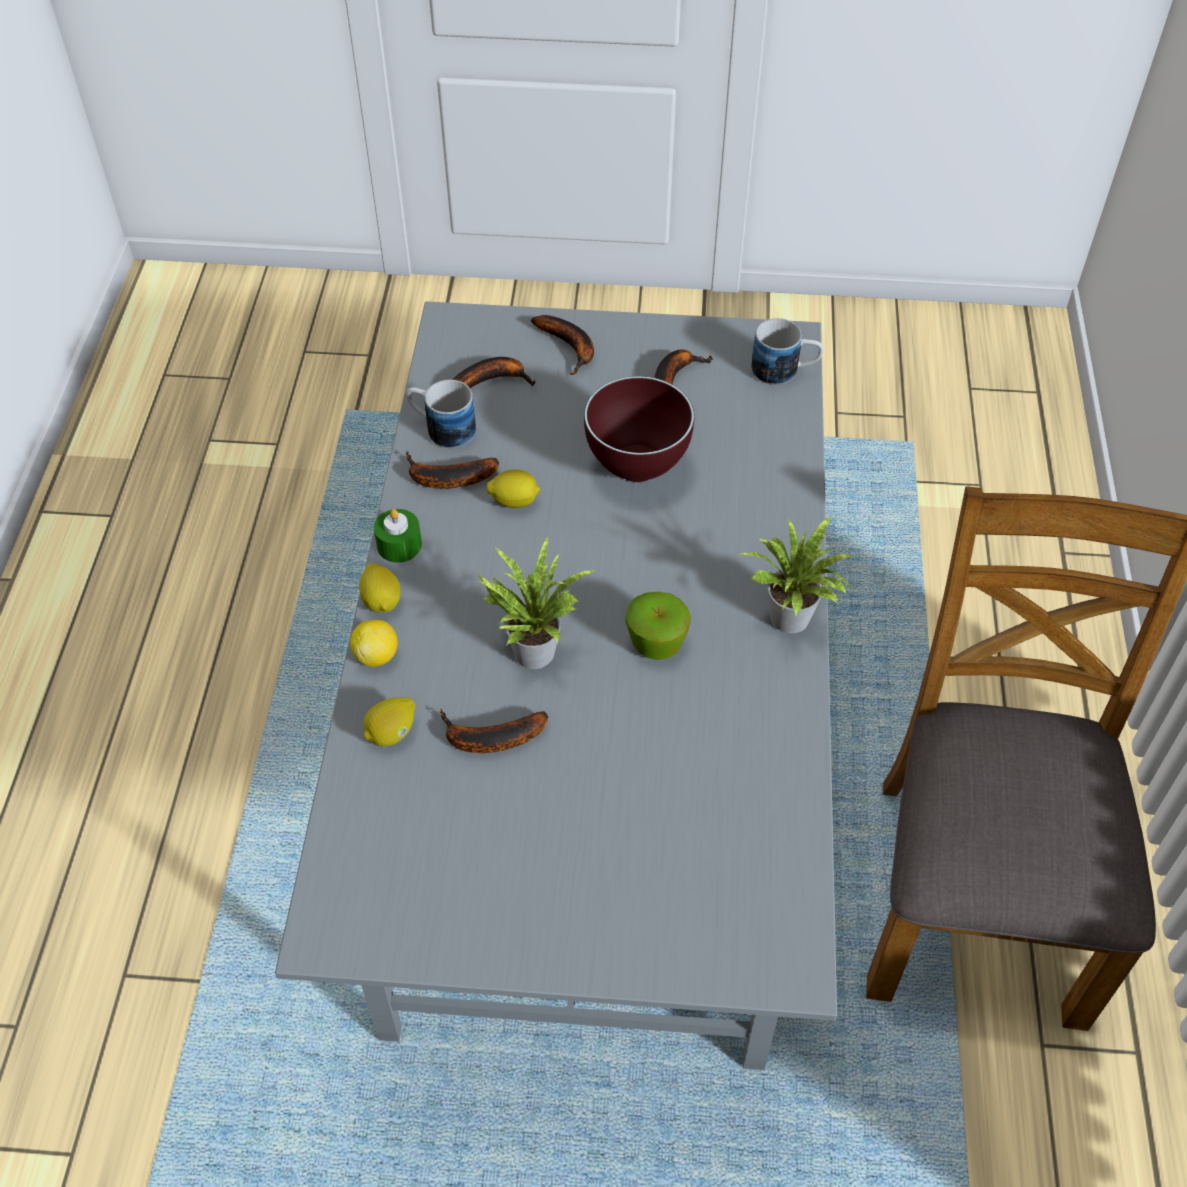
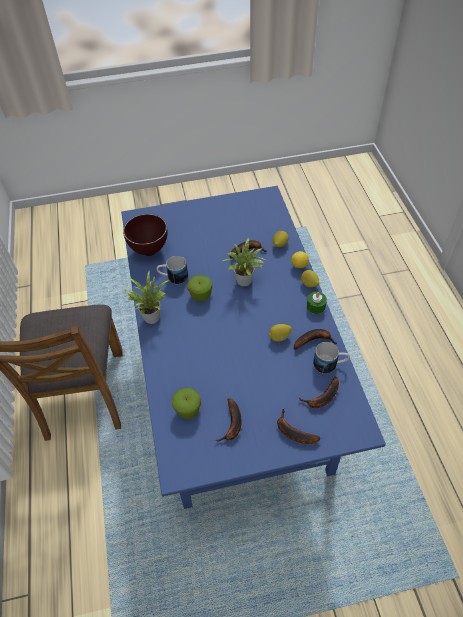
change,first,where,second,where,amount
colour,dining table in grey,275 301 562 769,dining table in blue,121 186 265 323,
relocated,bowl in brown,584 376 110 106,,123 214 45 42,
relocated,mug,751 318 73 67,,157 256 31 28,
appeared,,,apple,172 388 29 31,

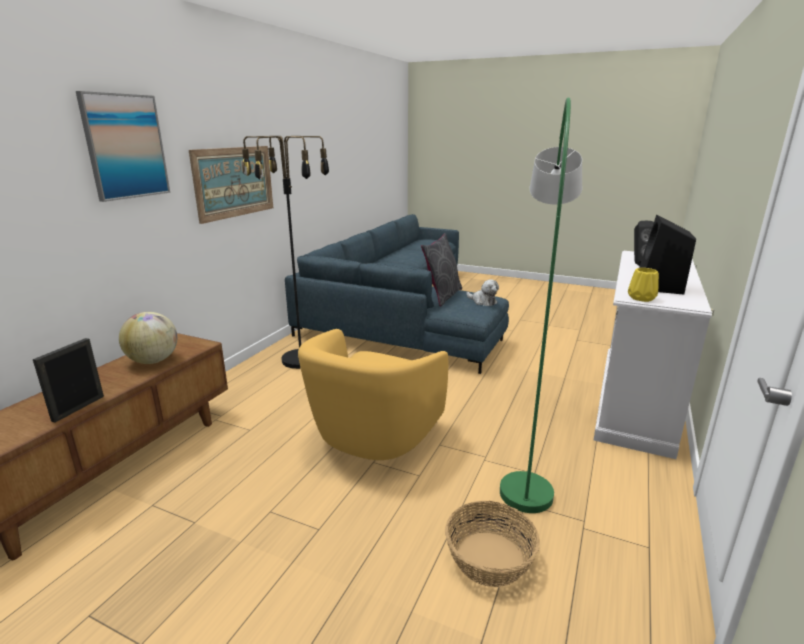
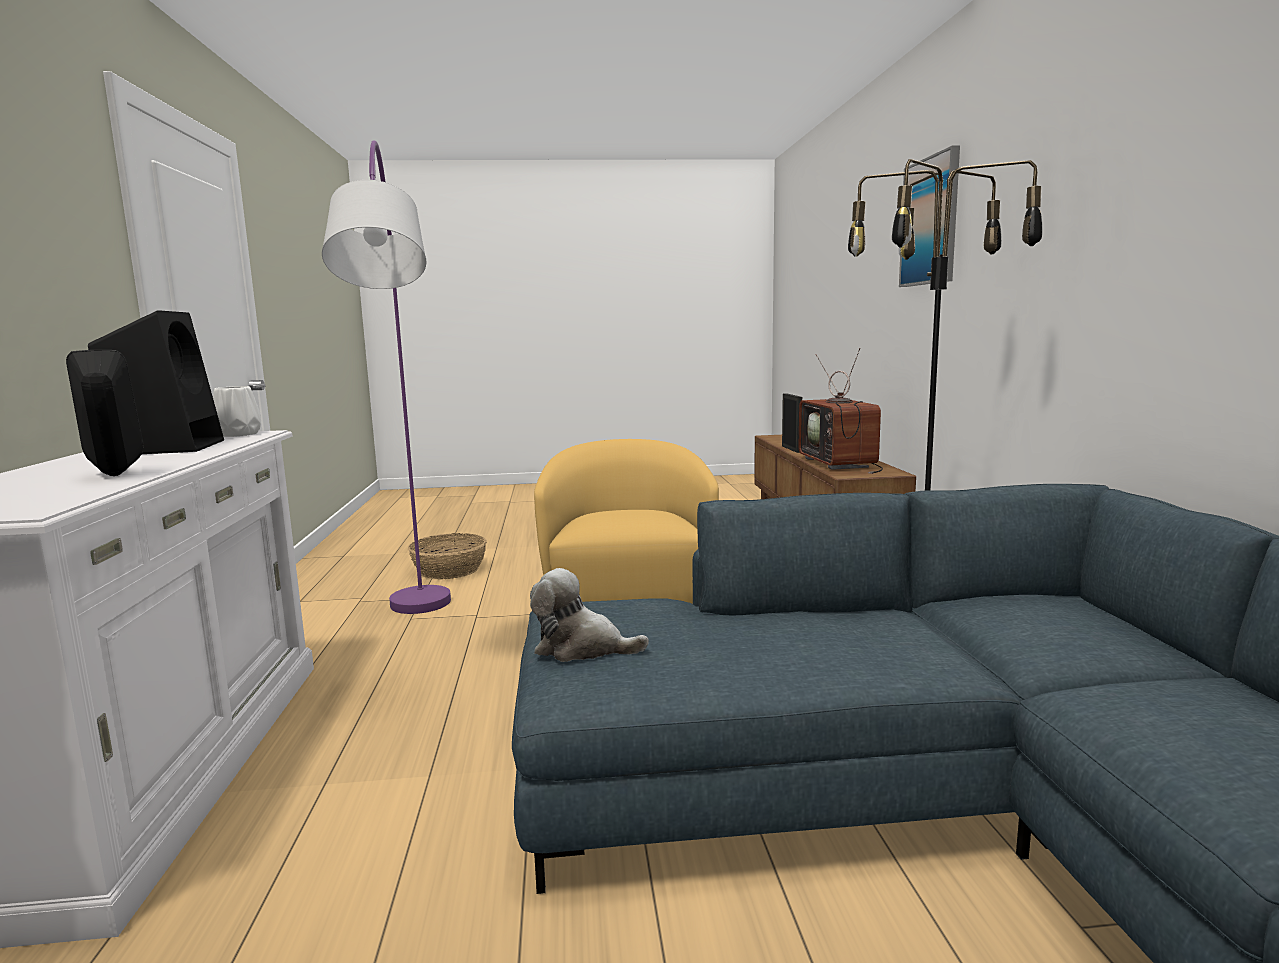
change,first,where,second,where,amount
exchanged,globe,119 312 58 52,television,798 348 85 126,
missing,picture,189 146 84 78,,,
missing,pillow in grey,421 233 41 74,,,
colour,floor lamp in green,500 97 82 416,floor lamp in purple,322 140 129 474,
colour,vase in yellow,628 268 31 34,vase in white,213 386 48 51,

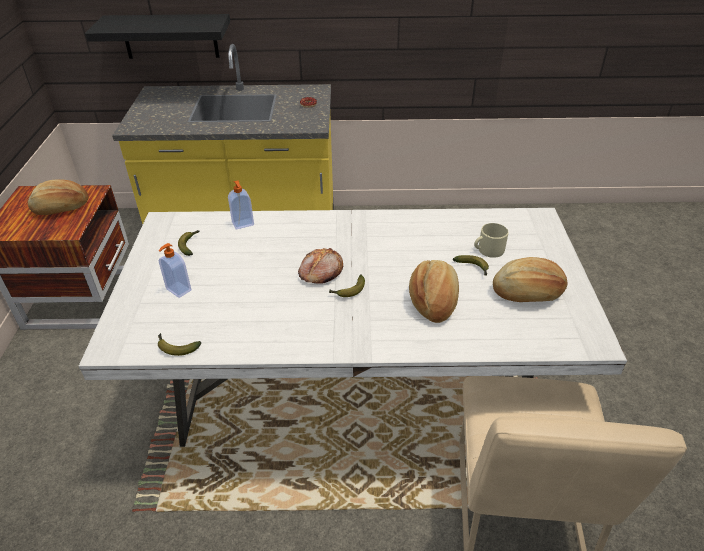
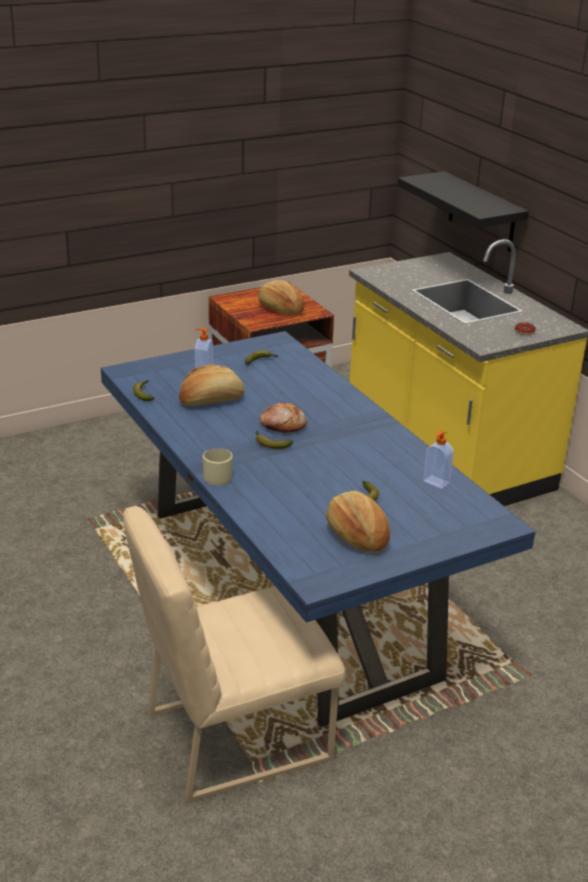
change,first,where,second,where,amount
colour,dining table in white,79 208 548 239,dining table in blue,101 331 435 396,
relocated,soap dispenser,228 180 26 49,,423 431 31 58,
relocated,bread,409 260 50 63,,179 364 65 42,
relocated,mug in beige,474 223 34 35,,202 448 31 38,

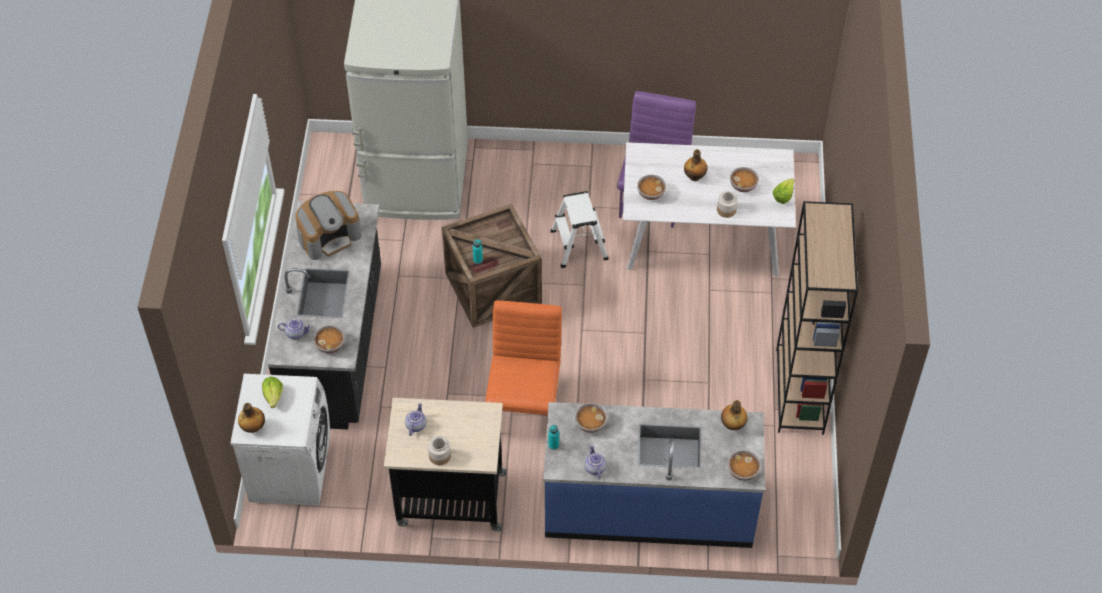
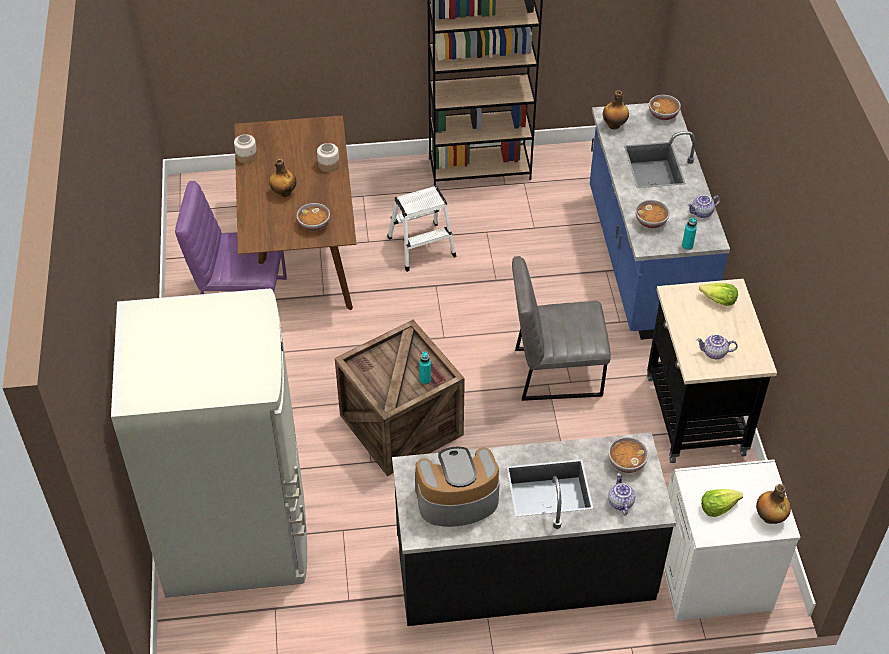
change,first,where,second,where,amount
spun,coffee machine,295 191 67 69,,415 447 85 80,60 degrees counterclockwise
relocated,jar,428 436 23 29,,234 134 23 29,
colour,chair in orange,485 301 77 117,chair in grey,512 256 99 145,
relocated,step ladder in white,550 191 59 77,,387 185 69 87,
colour,dining table in white,623 142 173 135,dining table in brown,234 115 123 195,
missing,bowl,730 167 29 25,,,
relocated,lettuce,773 178 22 26,,699 283 39 23,

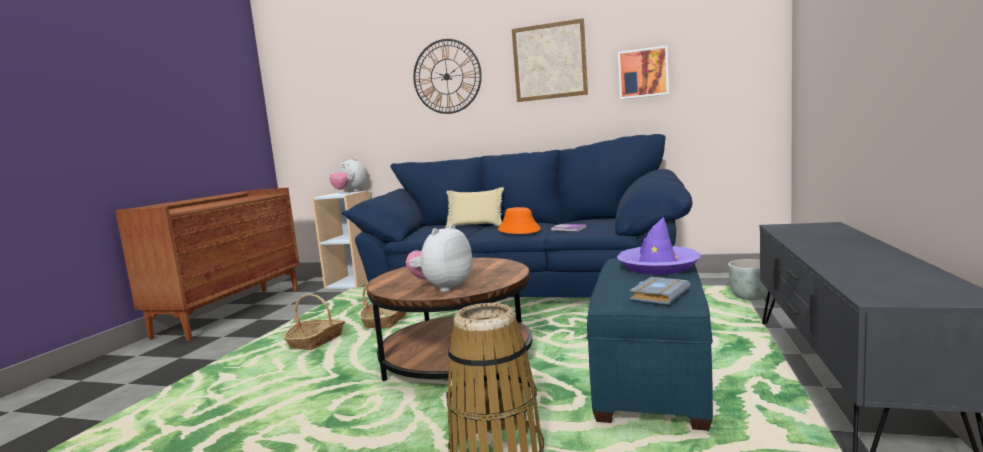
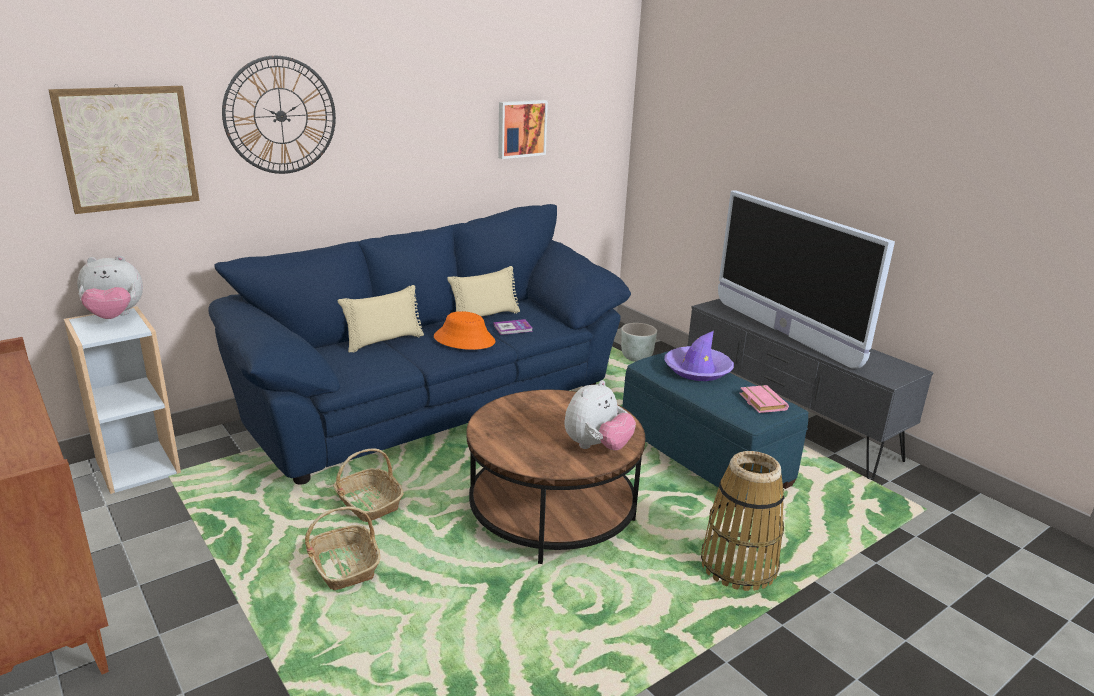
change,first,where,second,where,amount
spun,plush toy,405 224 68 68,,565 380 71 71,120 degrees counterclockwise
relocated,picture,512 18 76 84,,48 84 151 130,
colour,book in grey,629 277 61 28,book in pink,739 385 50 28,
appeared,,,pillow in beige,447 266 73 51,
appeared,,,television,718 190 177 179,

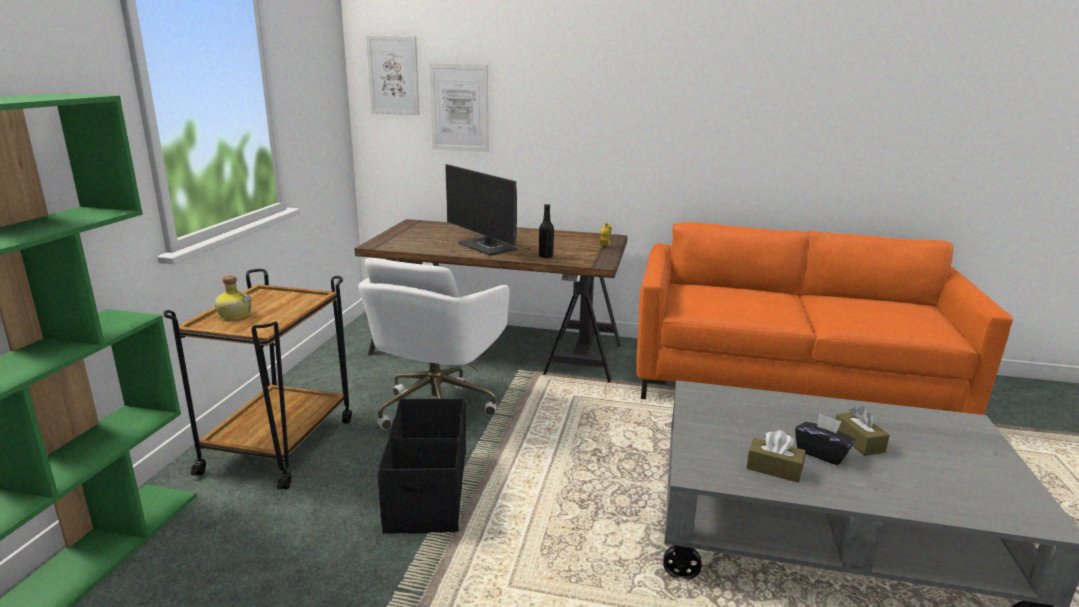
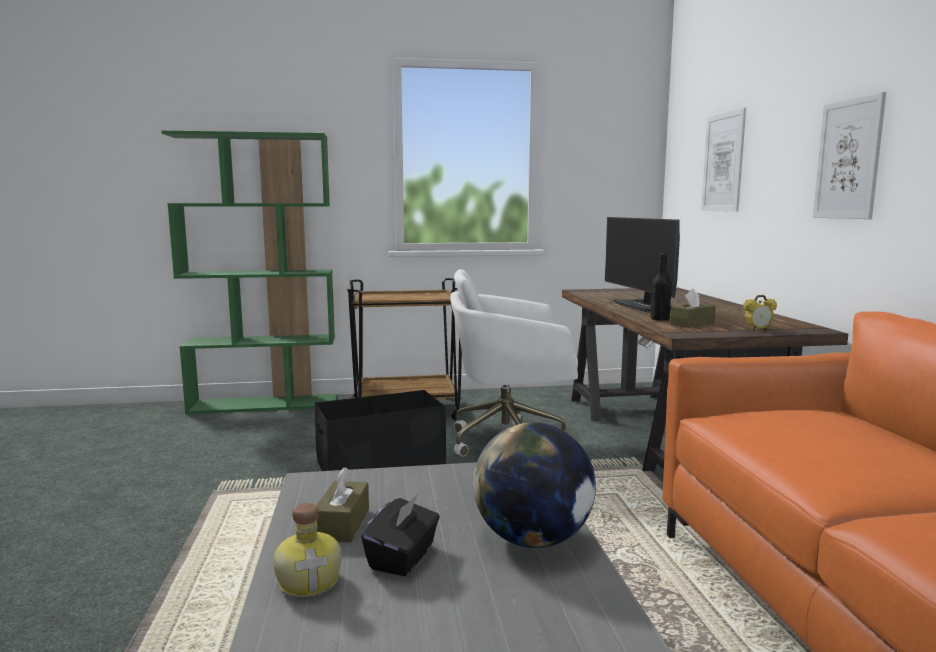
change,first,where,second,where,amount
relocated,bottle,215 275 36 45,,273 503 69 94,
relocated,picture,366 35 53 80,,813 92 73 127,
spun,monitor,445 164 73 92,,605 217 75 95,45 degrees counterclockwise
relocated,tissue box in brown,836 406 54 50,,670 288 46 40,
appeared,,,globe,473 422 123 126,

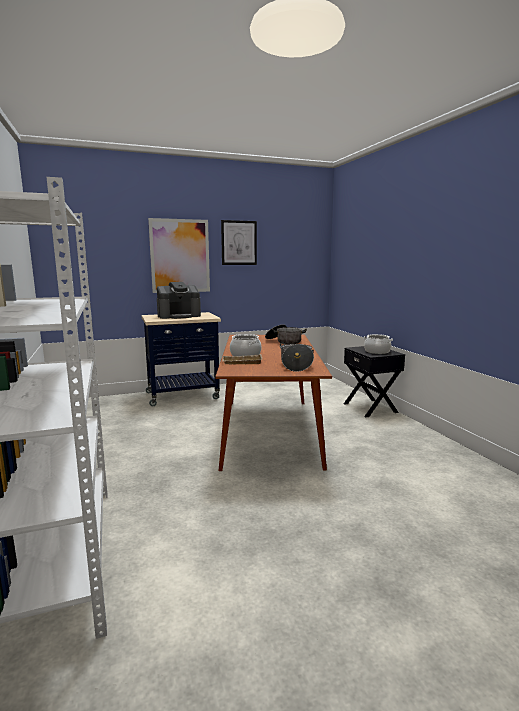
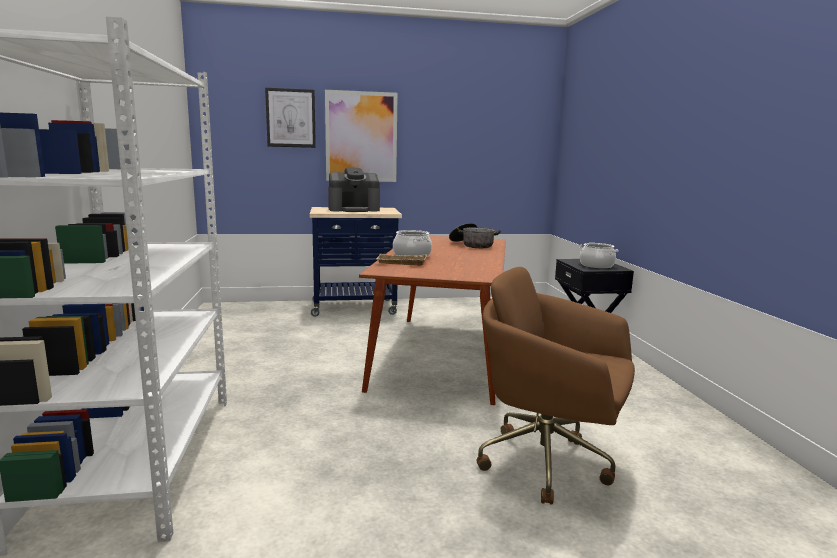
change,first,where,second,where,amount
relocated,picture,221 220 36 45,,265 87 51 61,
missing,cooking pot,280 343 34 29,,,
appeared,,,office chair in brown,477 267 158 238,

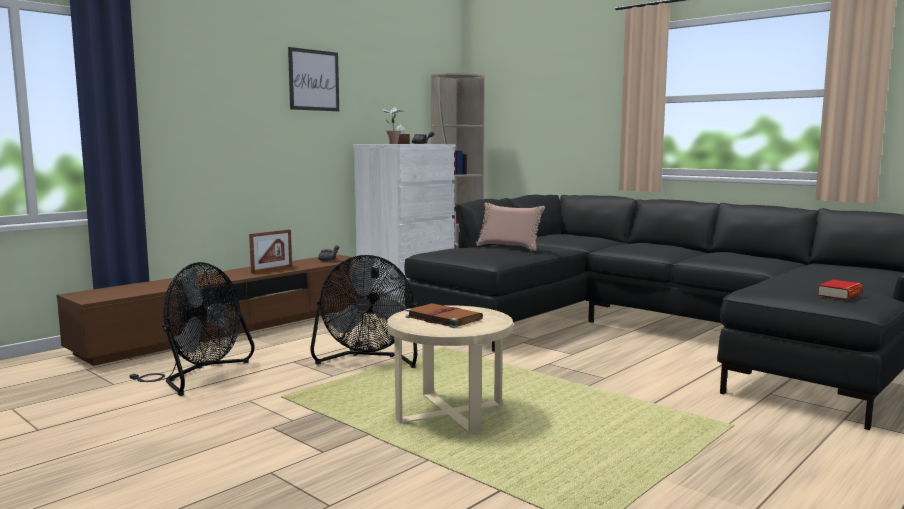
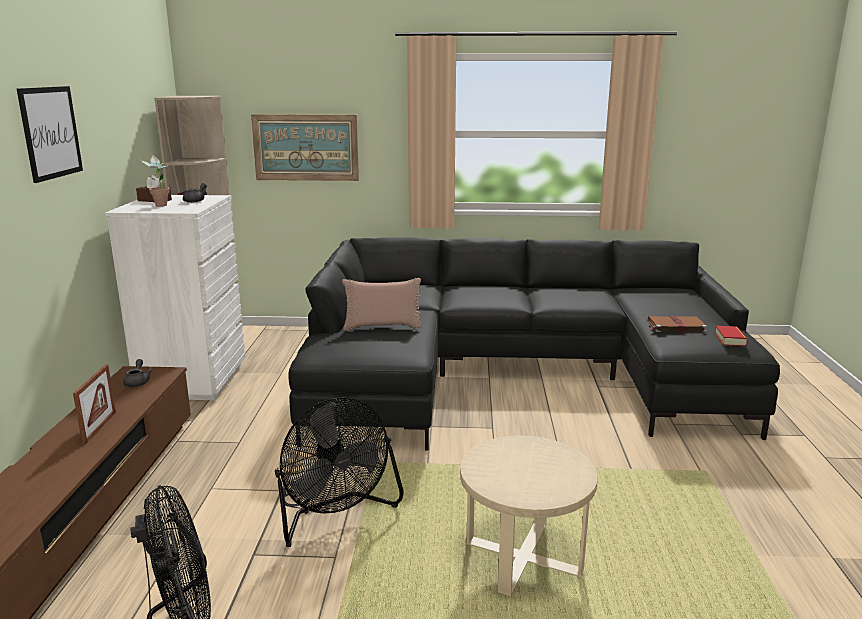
change,first,where,second,where,amount
relocated,book in brown,405 303 78 25,,648 316 59 16,
appeared,,,picture,251 114 108 67,

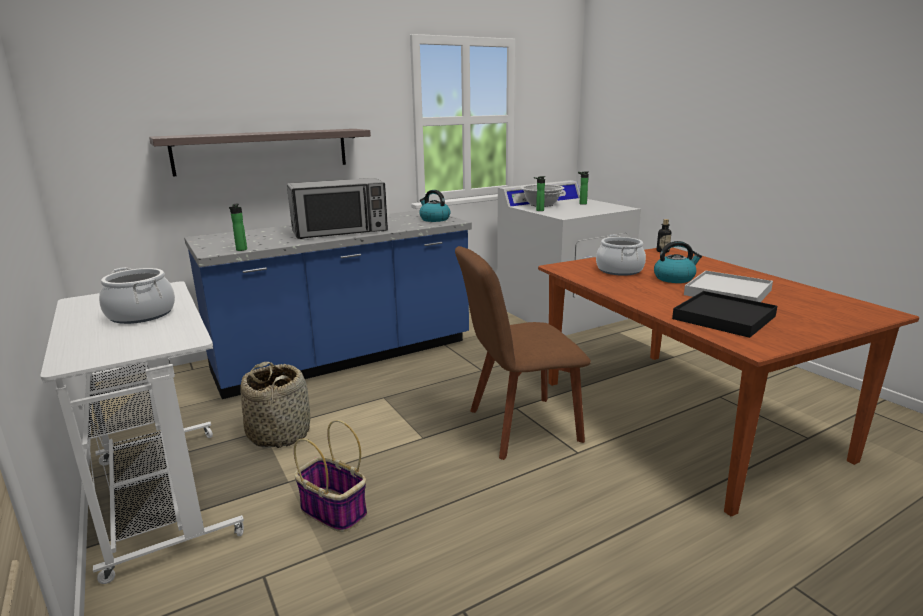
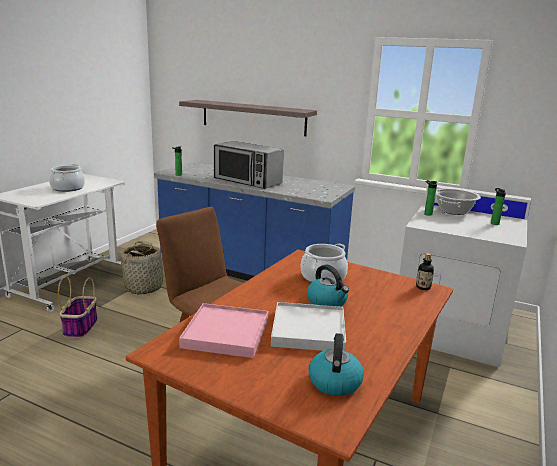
change,first,where,second,where,amount
relocated,kettle,419 190 32 32,,309 333 55 63,
colour,tray in black,672 291 105 47,tray in pink,179 303 89 55,

